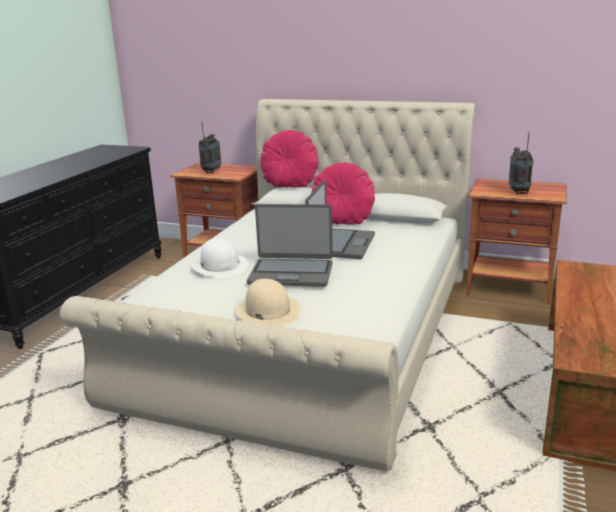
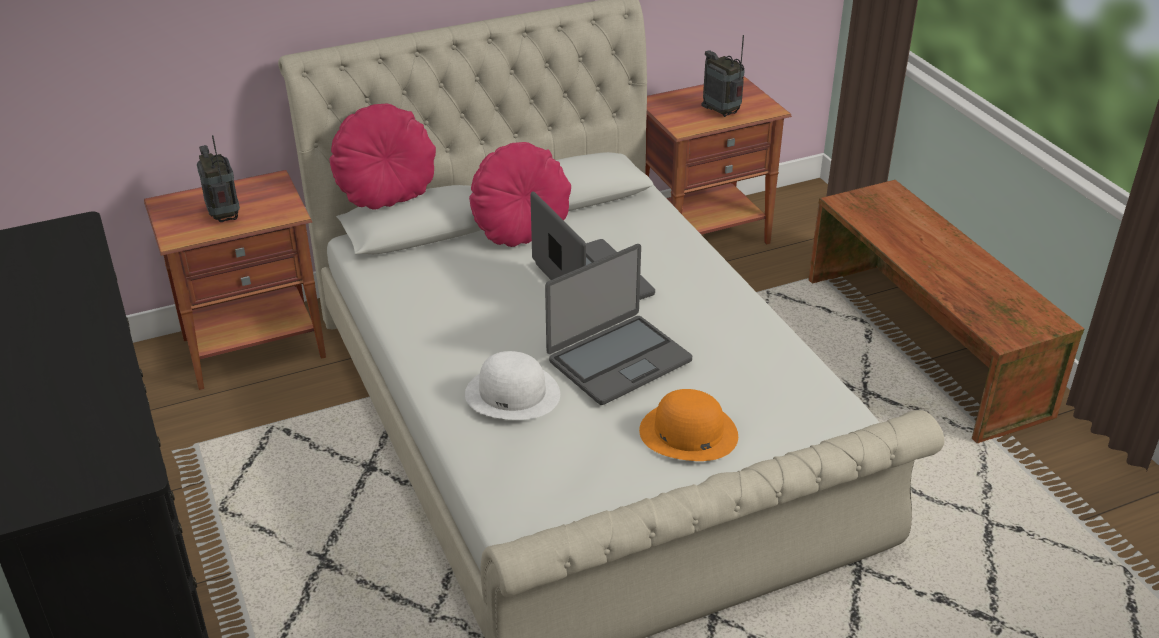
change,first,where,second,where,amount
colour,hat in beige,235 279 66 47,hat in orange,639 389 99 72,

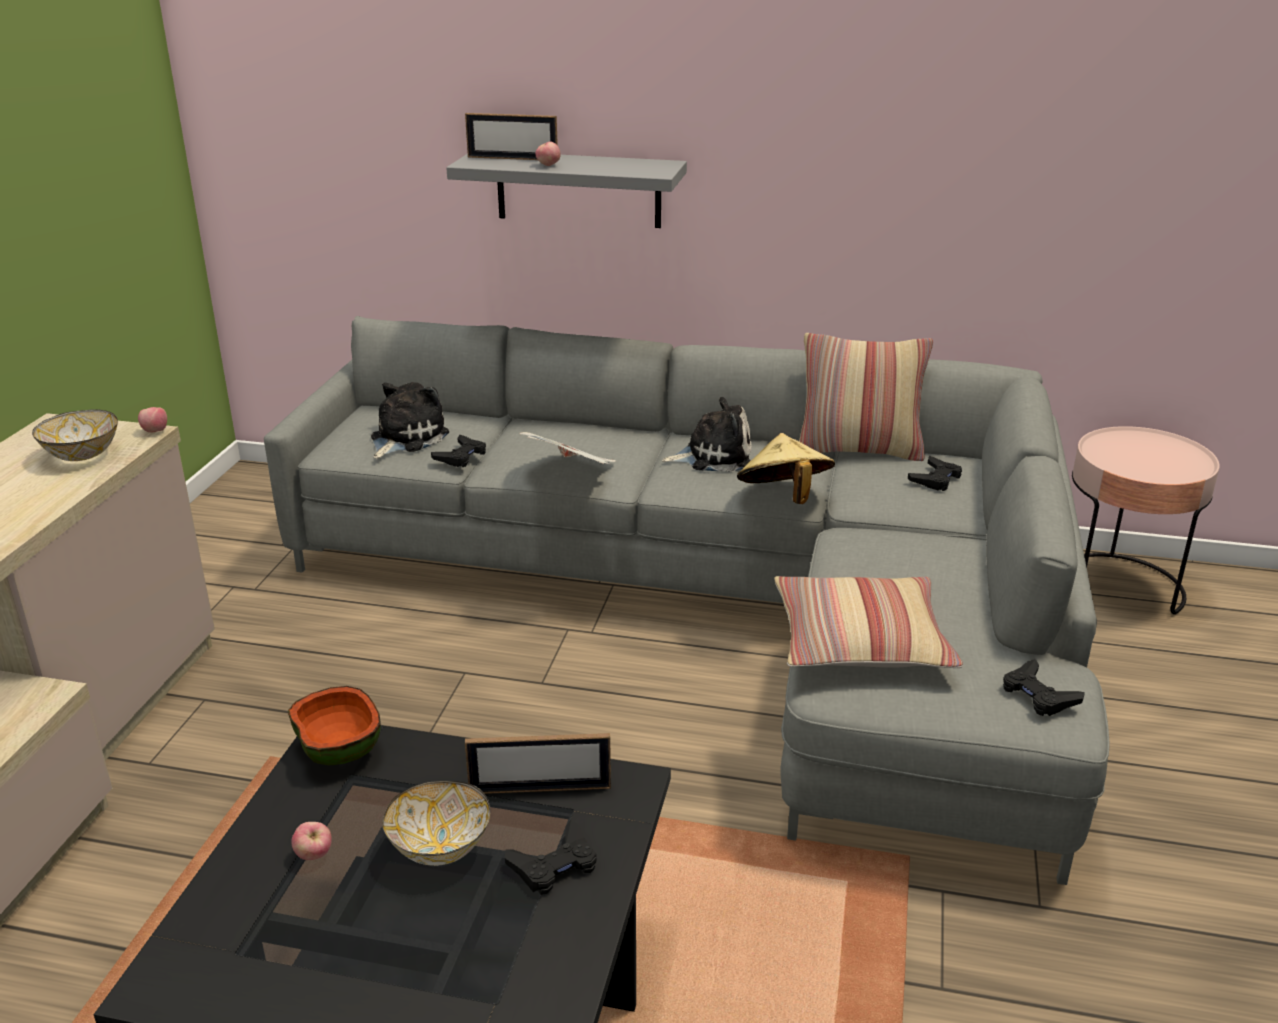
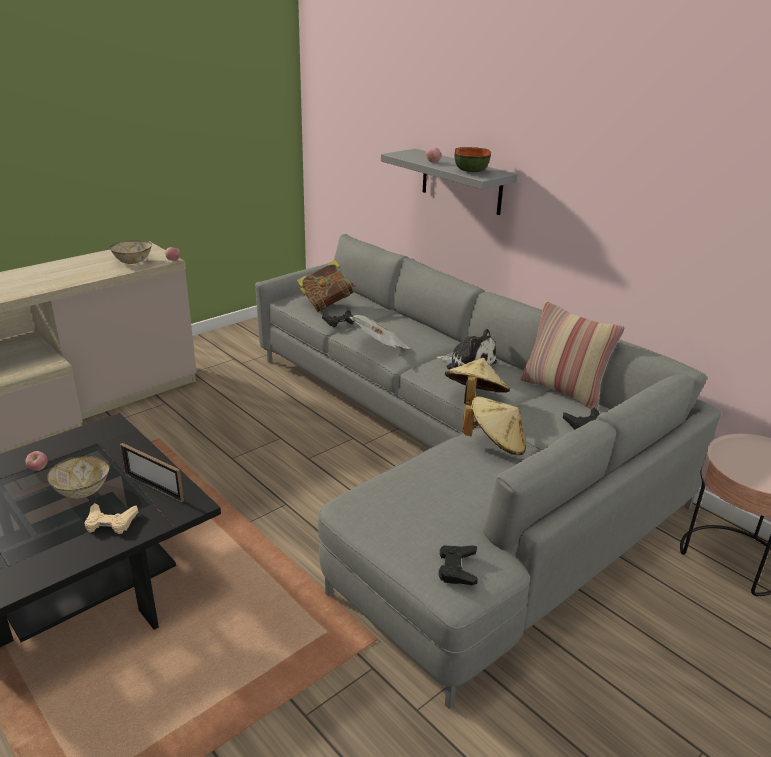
change,first,where,second,where,amount
relocated,bowl,288 686 93 80,,454 147 37 25,
exchanged,plush toy,371 382 78 77,book,297 260 59 52,
missing,picture frame,465 113 93 47,,,
colour,game controller in black,505 820 91 75,game controller in beige,84 503 54 31,
missing,pillow,774 576 189 92,,,
appeared,,,hat in beige,462 396 64 59,

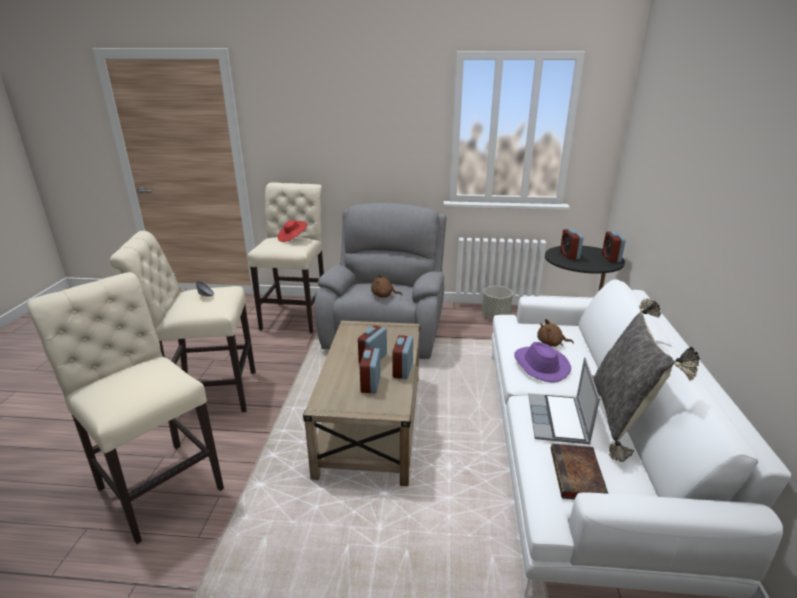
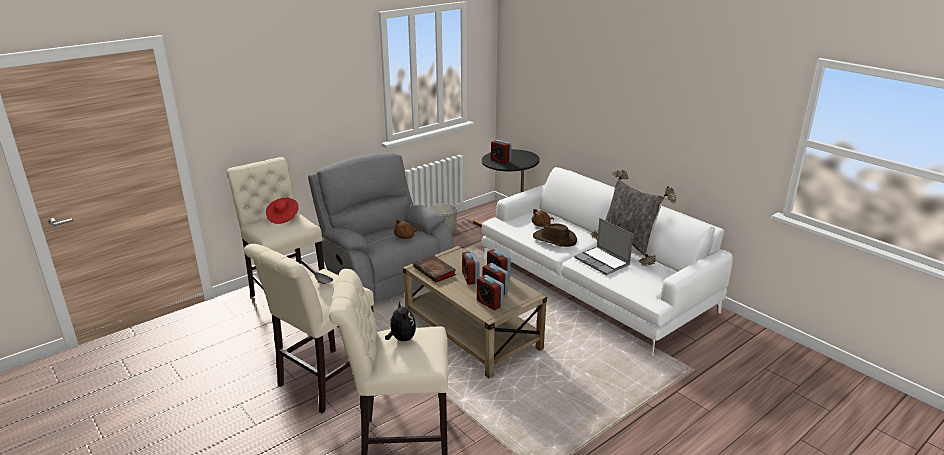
change,first,where,second,where,amount
colour,hat in purple,514 342 57 40,hat in brown,533 224 44 23,
relocated,book,551 444 57 56,,413 255 43 27,
relocated,alarm clock,602 231 24 31,,477 275 27 35,
appeared,,,plush toy,385 301 31 40,

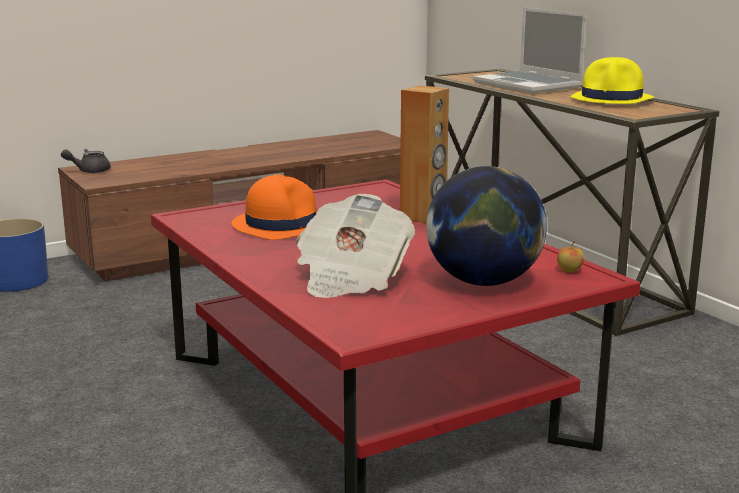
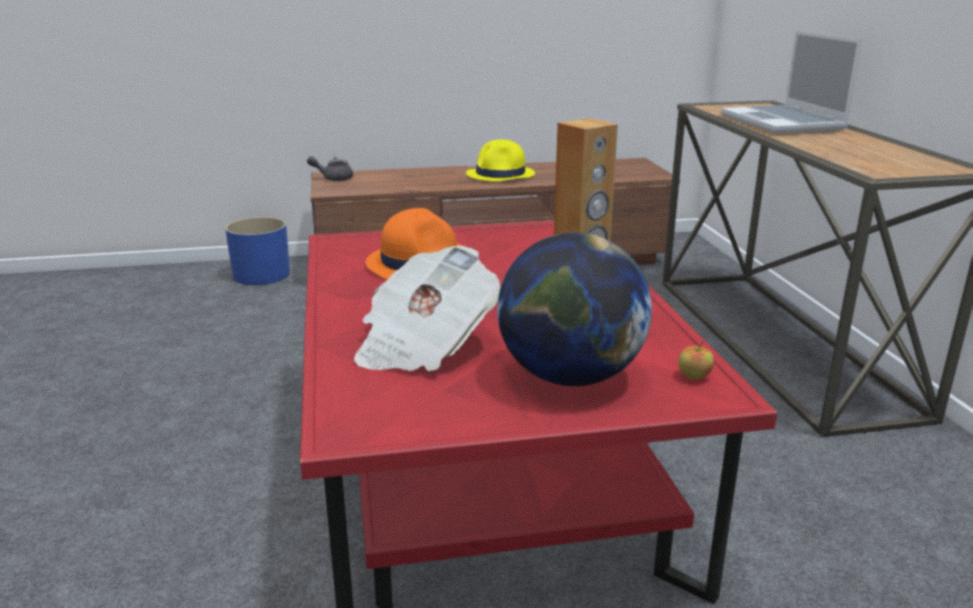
change,first,where,second,where,amount
relocated,hat in yellow,570 57 85 47,,466 140 69 41,

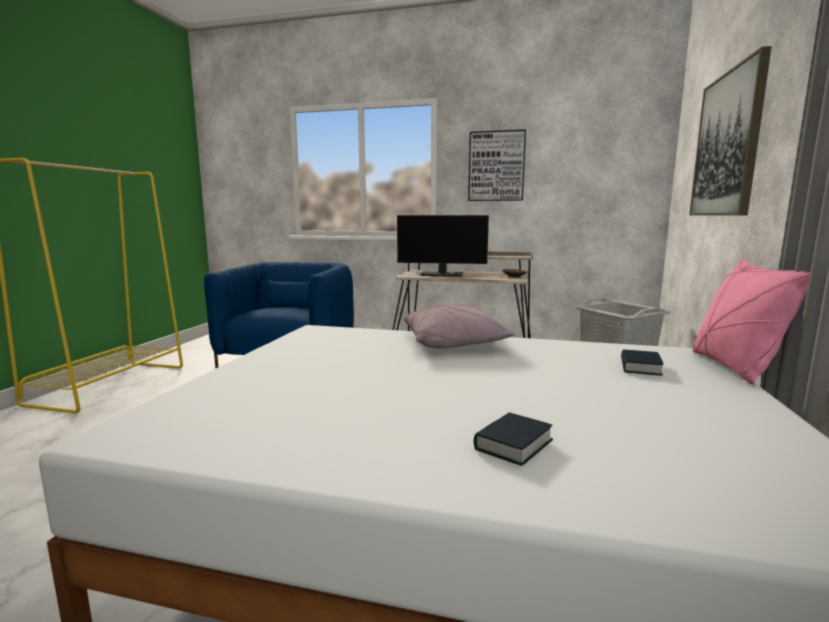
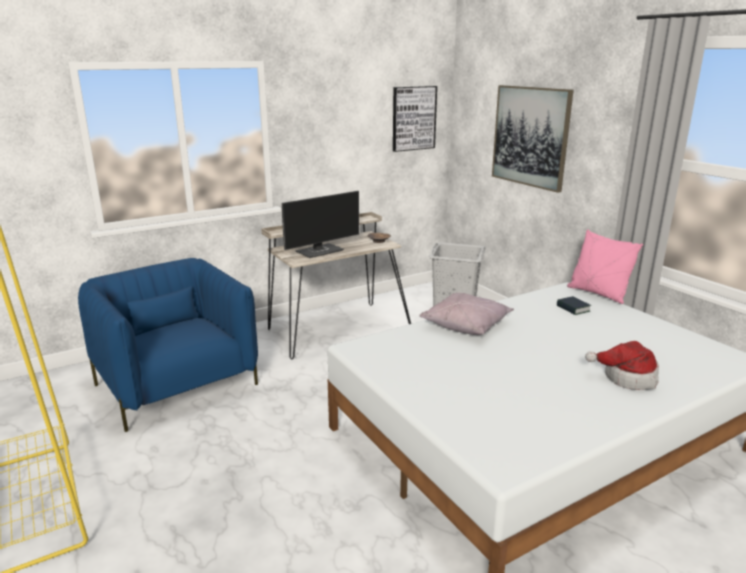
change,first,where,second,where,amount
relocated,picture,468 129 58 72,,393 86 44 66,
exchanged,book,474 412 79 54,hat,585 341 74 49,

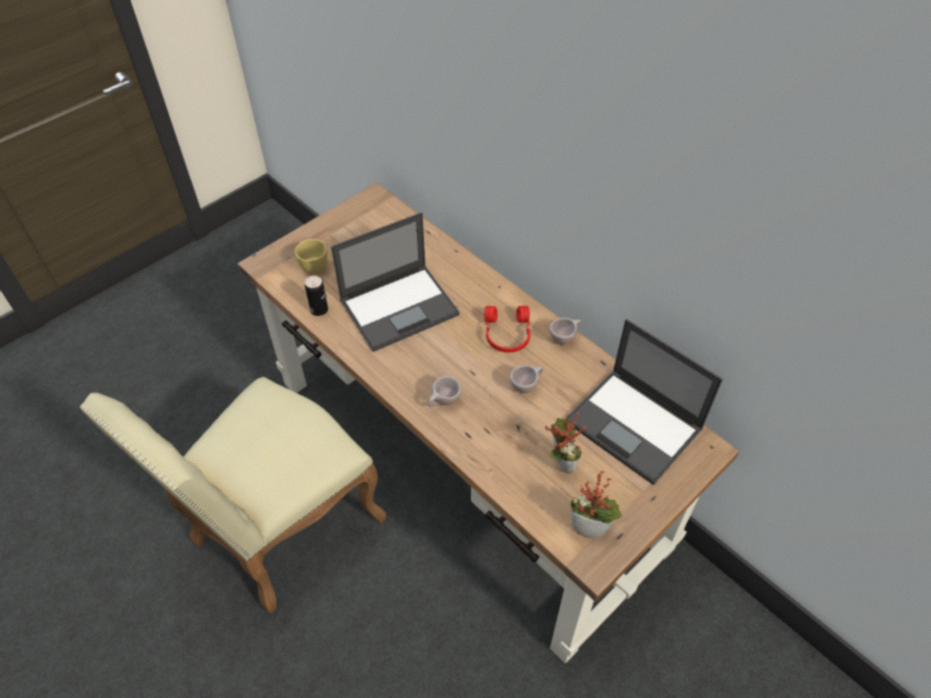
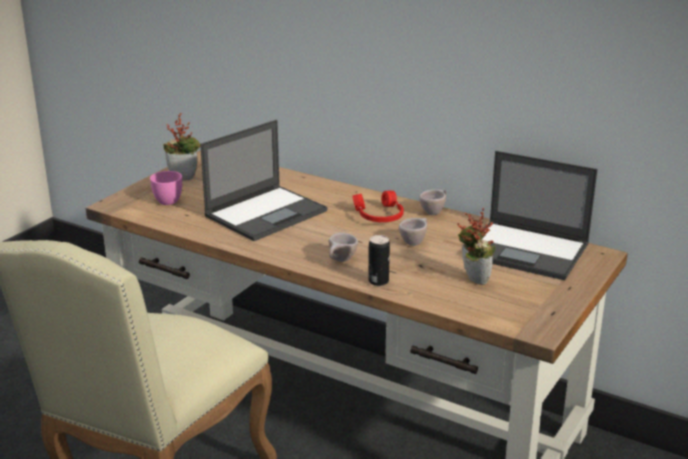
change,first,where,second,where,amount
colour,cup in yellow,295 239 32 36,cup in pink,150 171 32 34,
relocated,can,305 275 23 41,,368 235 22 51,
relocated,potted plant,571 471 52 67,,163 113 37 68,

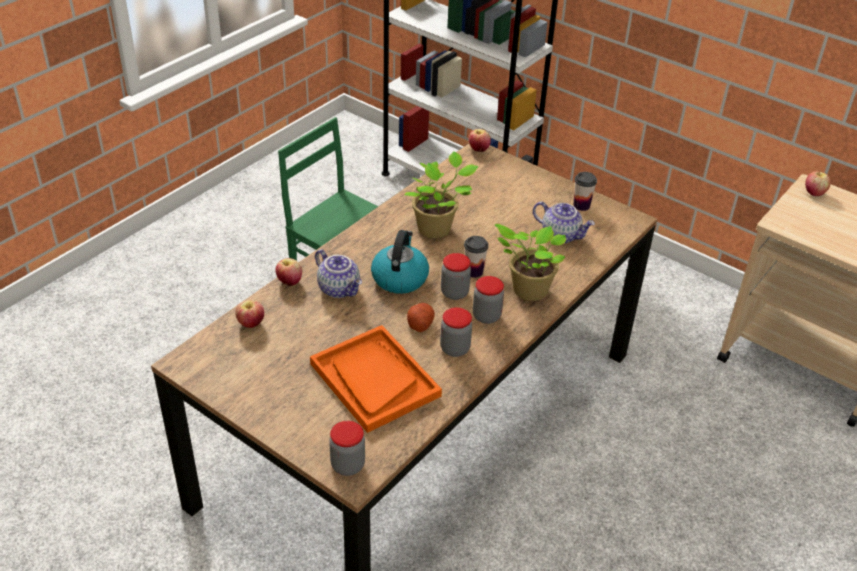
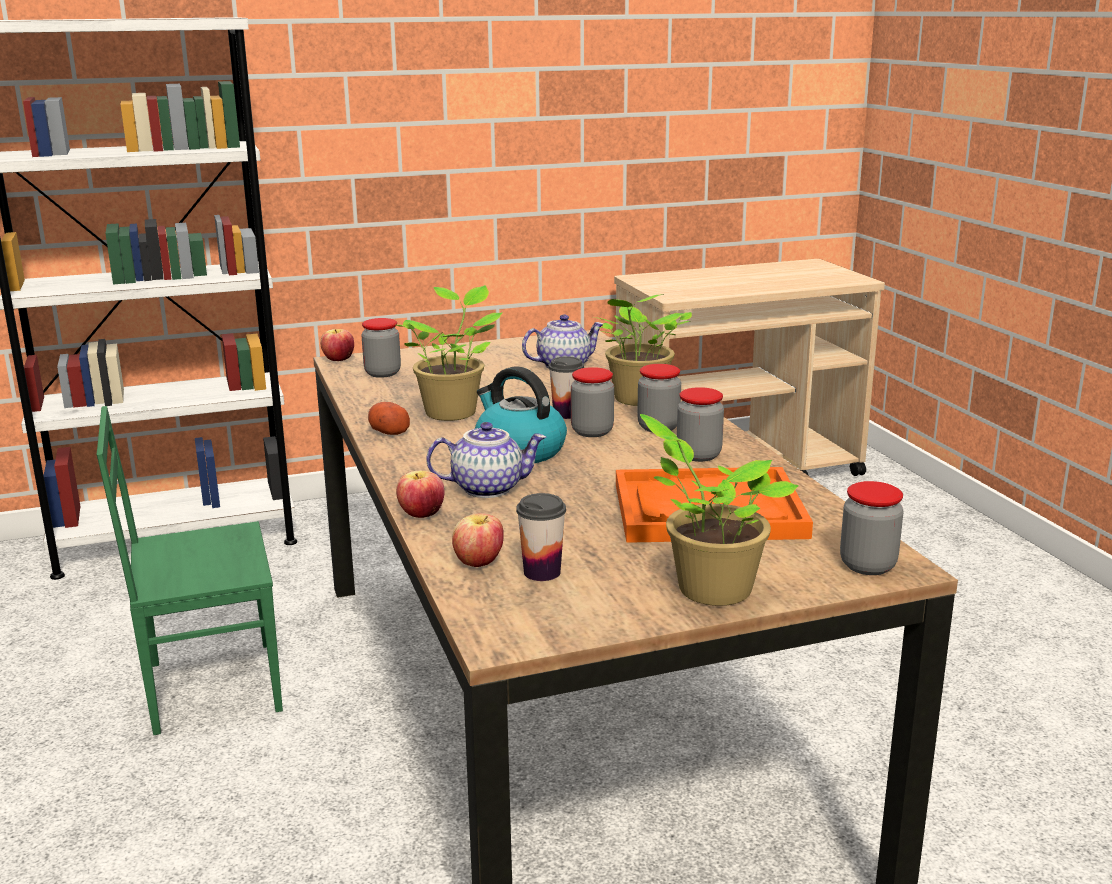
change,first,where,second,where,amount
relocated,potato,407 303 28 29,,368 402 42 33,
relocated,cup,573 172 24 39,,516 493 50 88,
missing,apple,805 170 26 26,,,
appeared,,,jar,361 318 40 60,
appeared,,,potted plant,640 414 159 192,

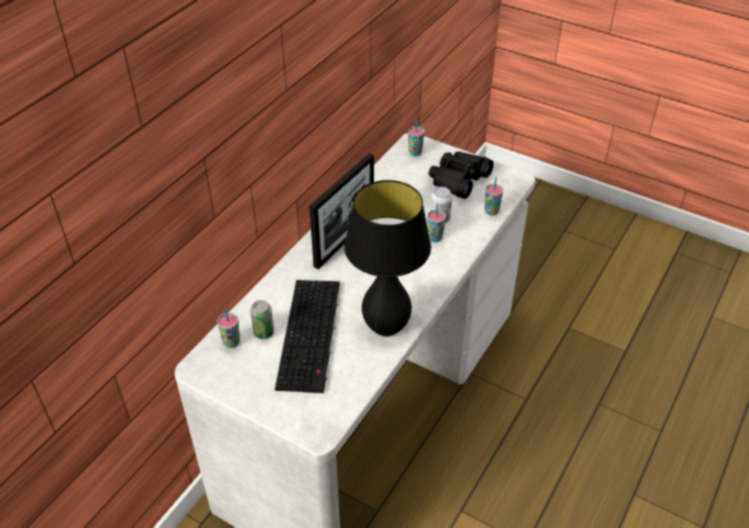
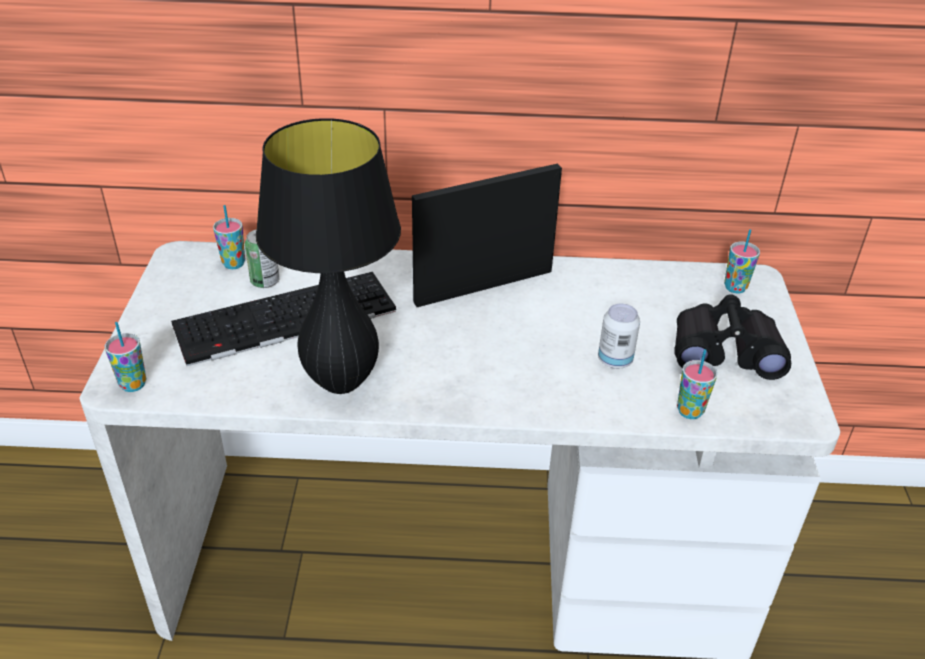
change,first,where,second,where,amount
spun,picture frame,309 153 65 116,,412 164 150 143,150 degrees clockwise
relocated,cup,427 204 19 38,,105 322 41 70,

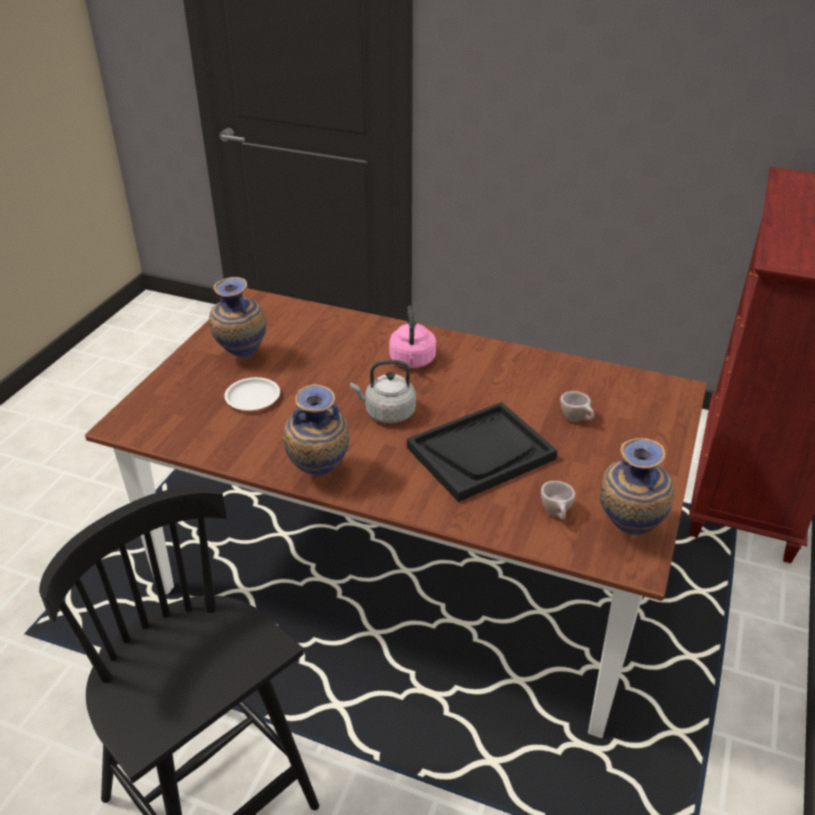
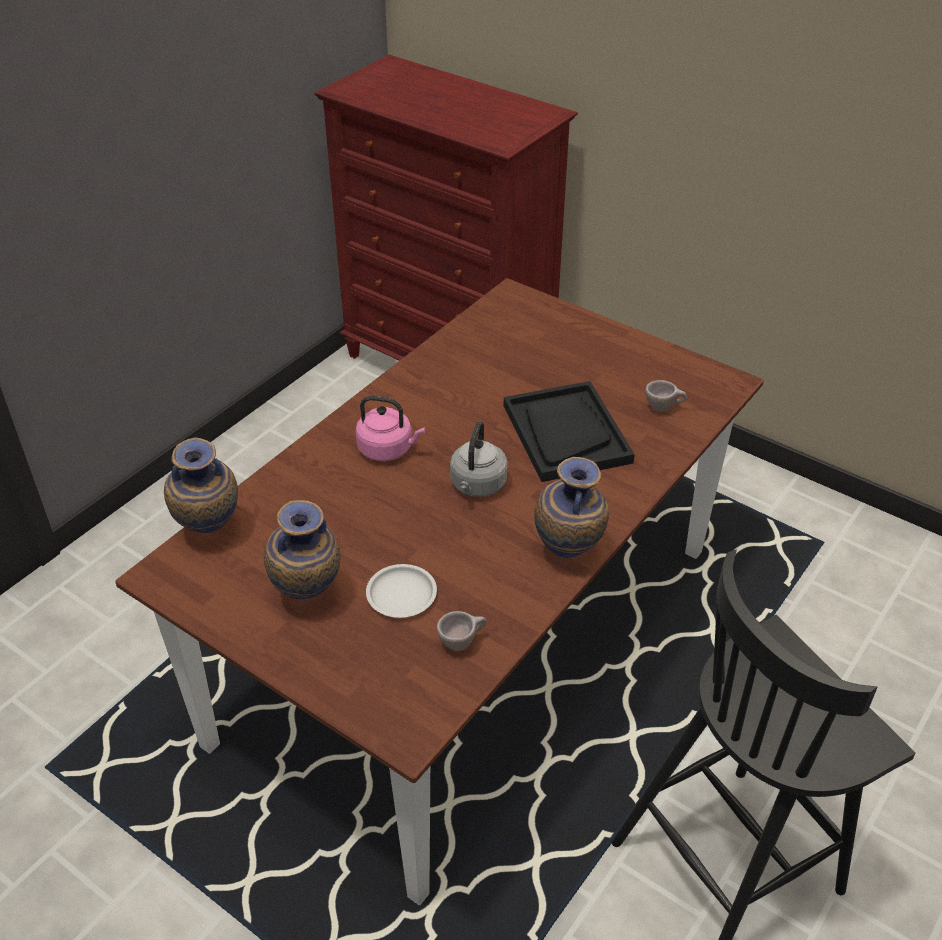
change,first,where,second,where,amount
relocated,cup in beige,560 391 34 31,,437 611 50 40,
relocated,vase,600 438 75 97,,164 437 74 96,

